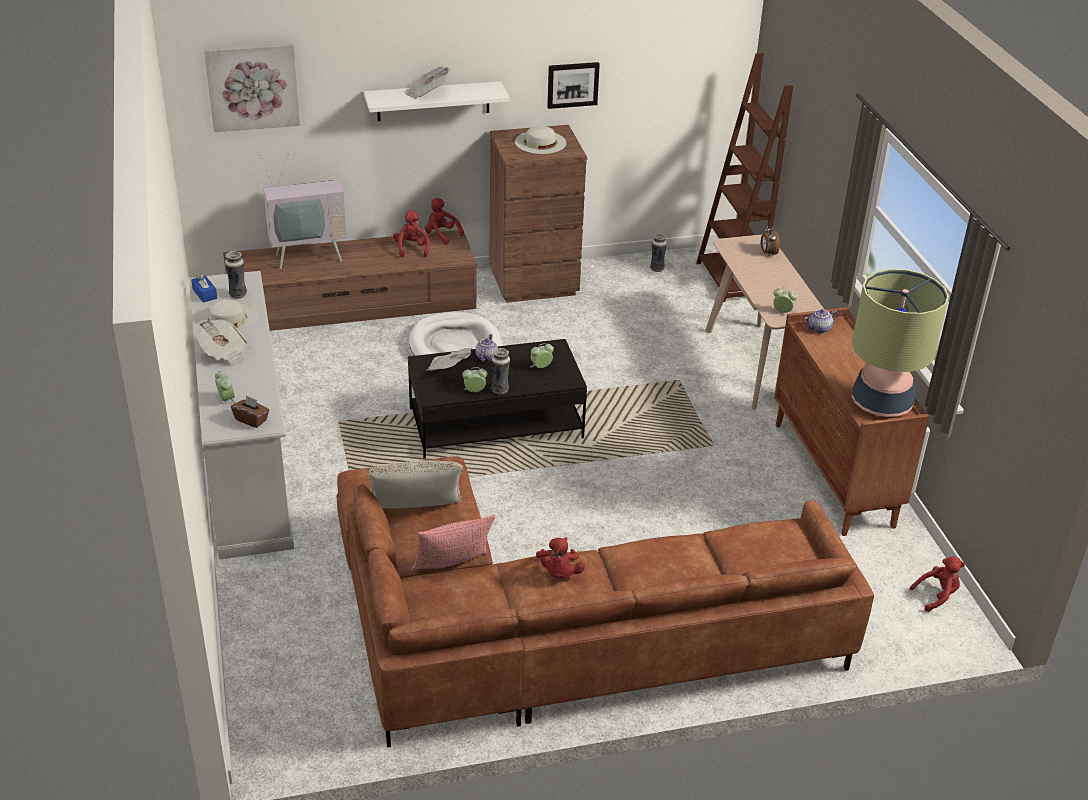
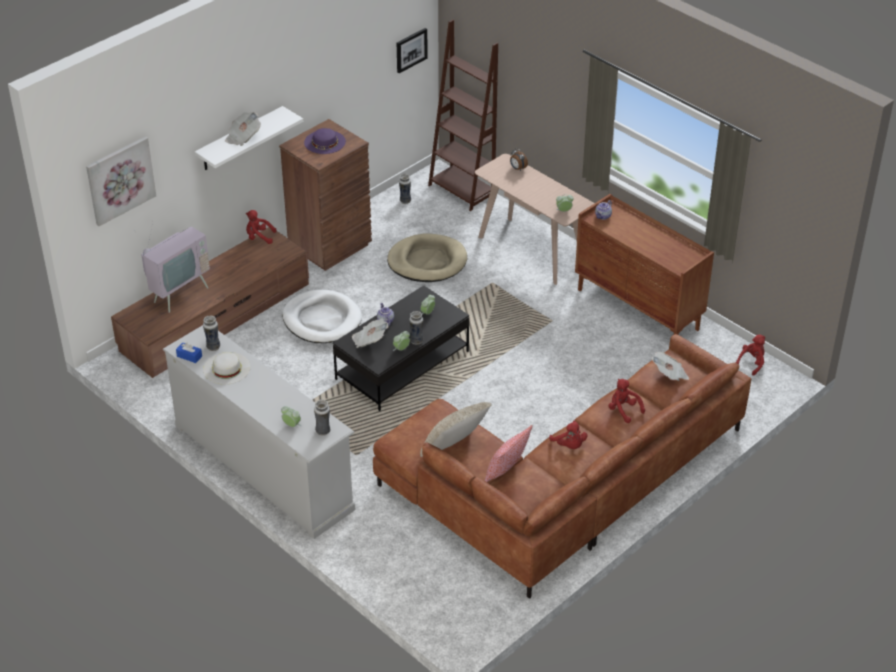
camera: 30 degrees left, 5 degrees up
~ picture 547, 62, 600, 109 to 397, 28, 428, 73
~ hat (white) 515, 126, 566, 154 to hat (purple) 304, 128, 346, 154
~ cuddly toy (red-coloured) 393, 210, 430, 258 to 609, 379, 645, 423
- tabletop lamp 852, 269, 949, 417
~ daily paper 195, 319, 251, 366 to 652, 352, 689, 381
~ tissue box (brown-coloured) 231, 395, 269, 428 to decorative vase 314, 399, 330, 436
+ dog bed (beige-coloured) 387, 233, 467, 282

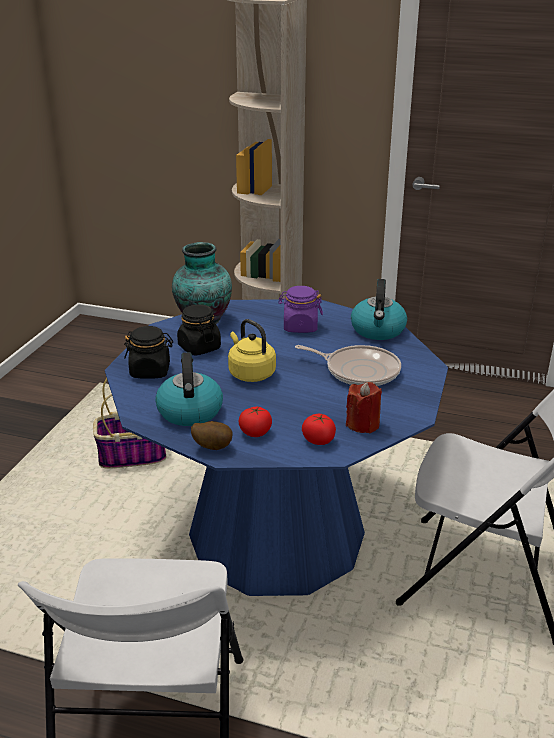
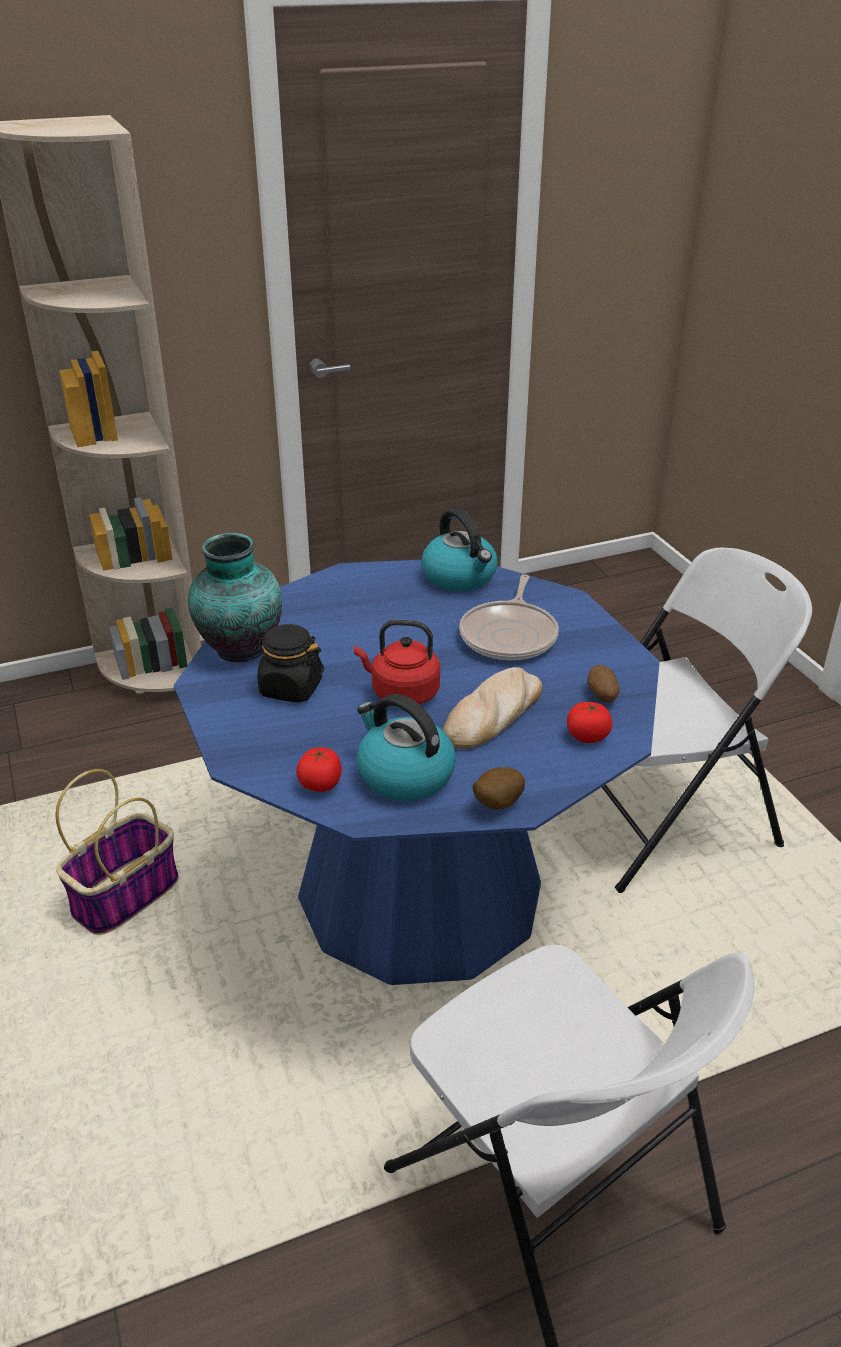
camera: 40 degrees left, 5 degrees up
- preserve jar (purple) 278, 286, 323, 333
~ tea kettle (yellowish) 228, 319, 276, 382 to tea kettle (red-coloured) 354, 620, 440, 704
- preserve jar (black) 124, 326, 173, 379
~ pan 295, 345, 401, 386 = 459, 574, 559, 661 120 degrees clockwise
~ candle (red-coloured) 346, 382, 382, 433 to whole potato 587, 665, 620, 703
~ tomato 239, 406, 272, 437 to 296, 747, 342, 792
+ bread 443, 667, 542, 749

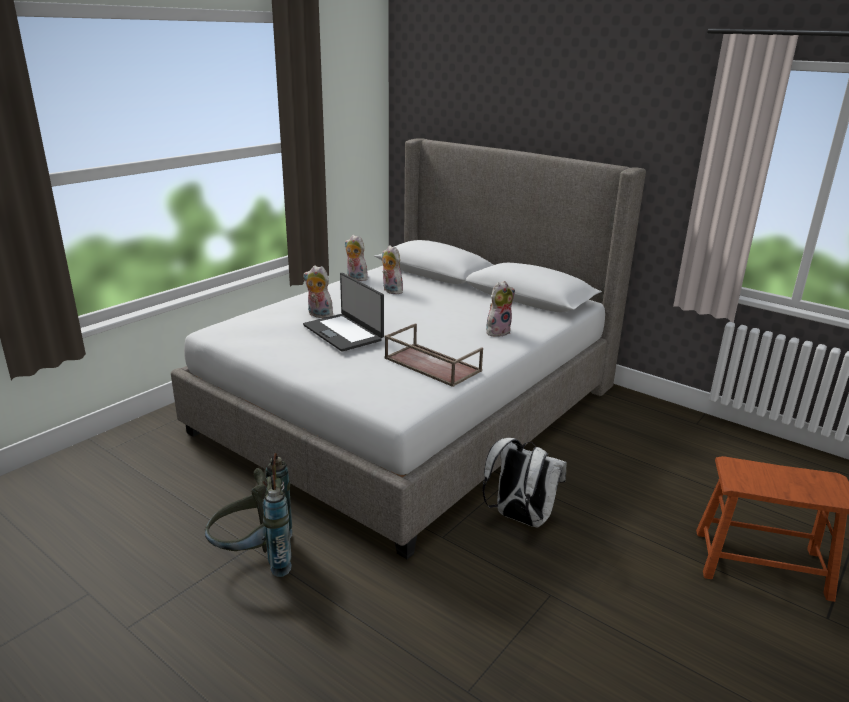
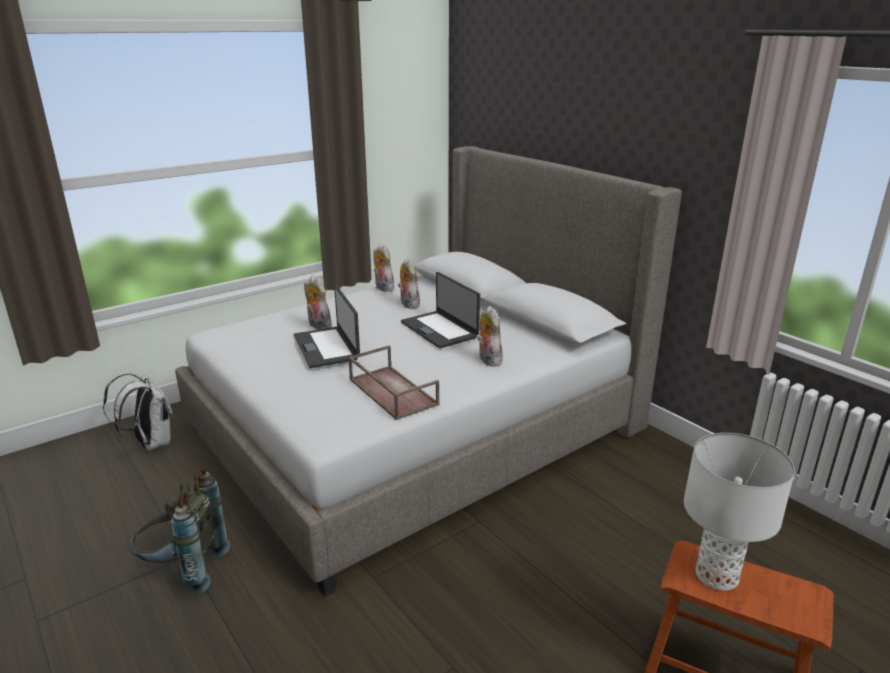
camera: 15 degrees right, 0 degrees up
~ cuddly toy 486, 281, 515, 337 = 477, 306, 503, 366 90 degrees counterclockwise
~ backpack (white) 482, 438, 567, 527 to 103, 372, 172, 450
+ laptop 401, 272, 480, 348
+ tabletop lamp (white) 684, 433, 795, 591

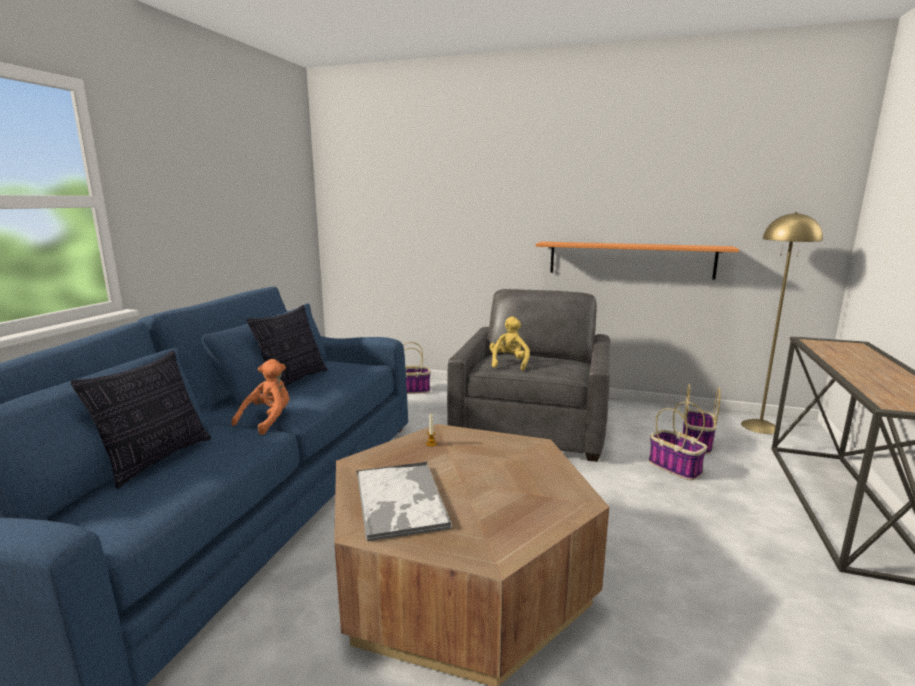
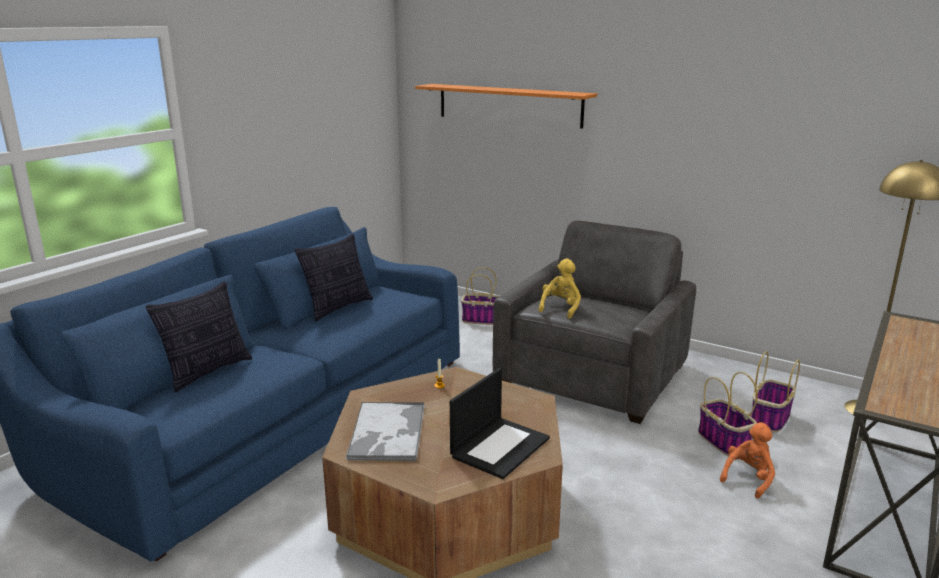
camera: 15 degrees right, 5 degrees up
~ bracket shelf (orangey) 536, 242, 739, 280 to 415, 84, 597, 129
~ cuddly toy (orangey) 232, 359, 289, 435 to 720, 422, 775, 499
+ laptop 450, 368, 550, 479

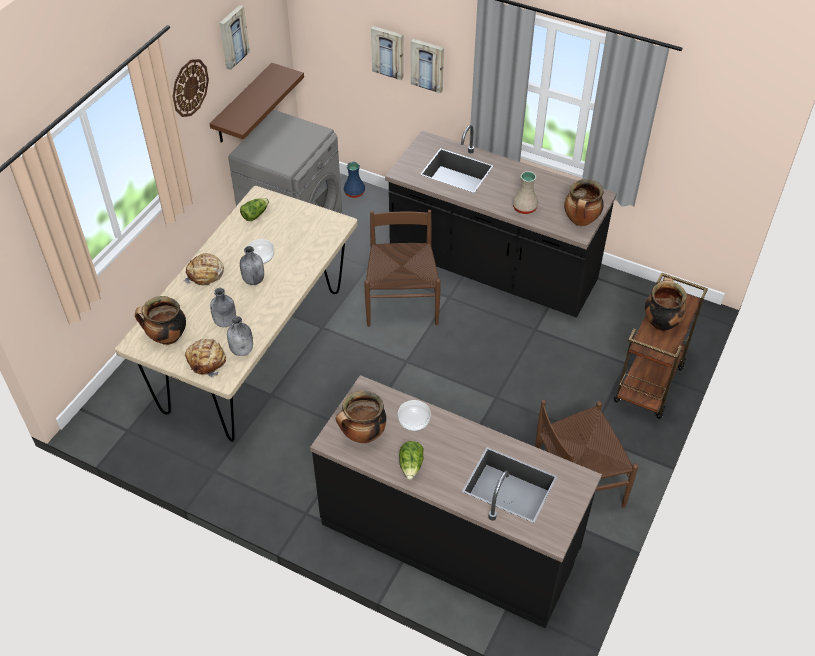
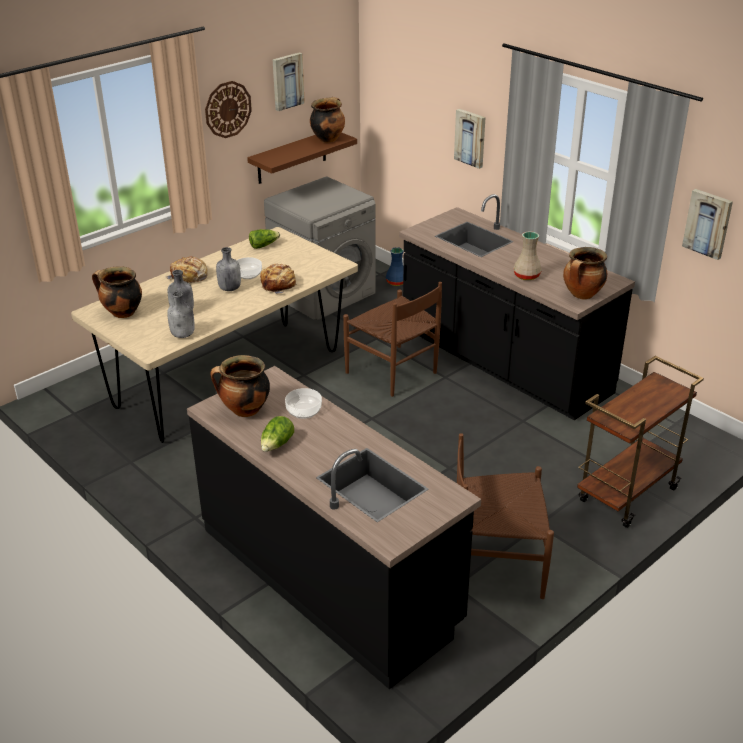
camera: 20 degrees right, 15 degrees down
~ picture 371, 26, 404, 80 to 682, 189, 733, 260
~ plain chair (brown-coloured) 364, 210, 441, 327 = 343, 282, 442, 397 120 degrees clockwise
~ saucepot 645, 277, 687, 331 to 310, 97, 345, 143
~ bread 185, 339, 227, 378 to 260, 264, 296, 294

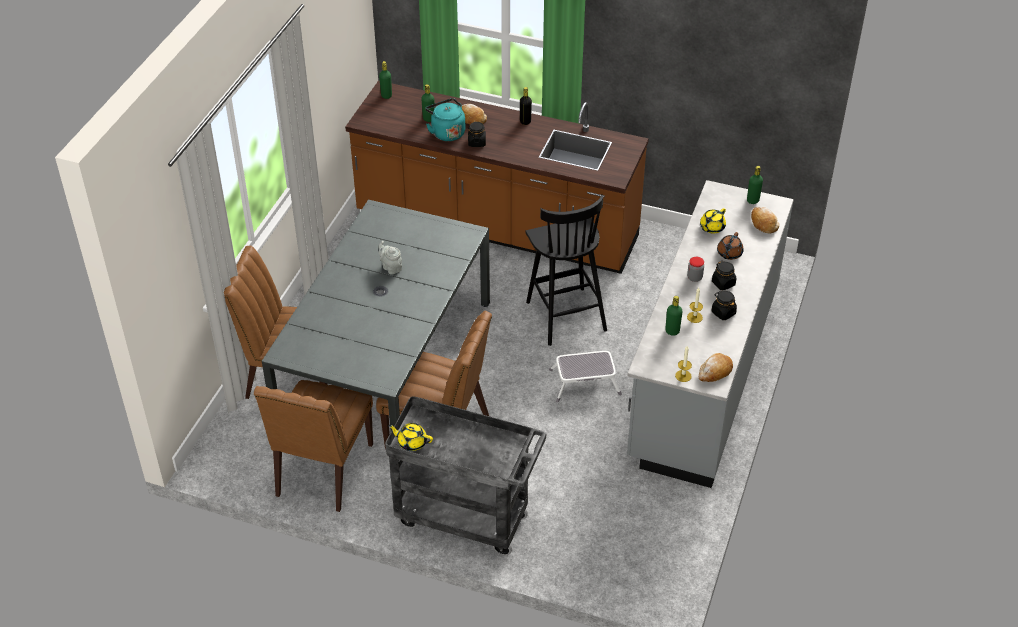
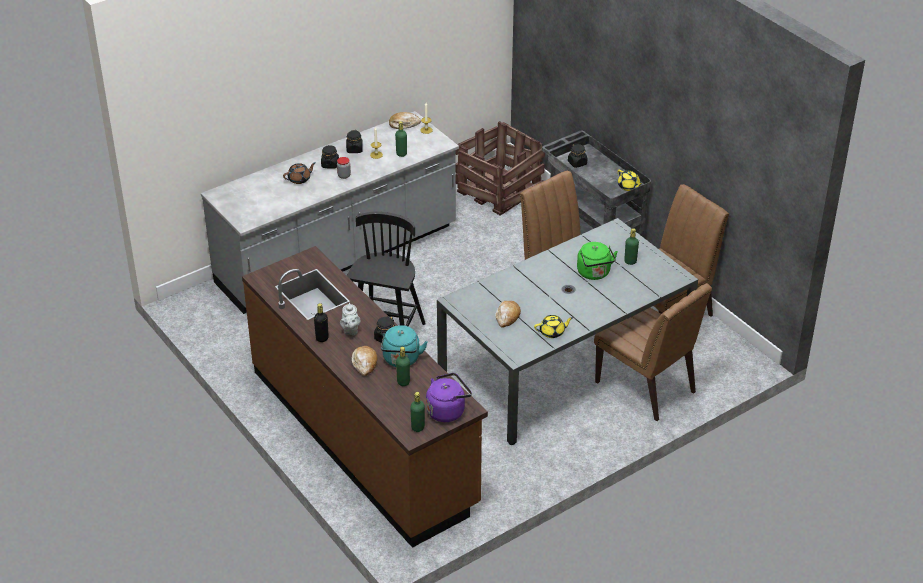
camera: 145 degrees left, 5 degrees down
~ bottle (green) 747, 166, 763, 204 to 624, 228, 639, 265
~ bread 751, 207, 780, 233 to 495, 301, 521, 328
~ pot for tea (yellowish) 700, 208, 726, 234 to 534, 315, 573, 338
~ pot for tea (grey) 378, 241, 402, 275 to 340, 303, 361, 335
- step ladder (grey) 549, 351, 622, 402
+ packing crate 456, 121, 545, 216
+ preserve jar (black) 568, 144, 587, 168
+ tea kettle (green) 577, 242, 618, 280
+ tea kettle (purple) 426, 373, 472, 422

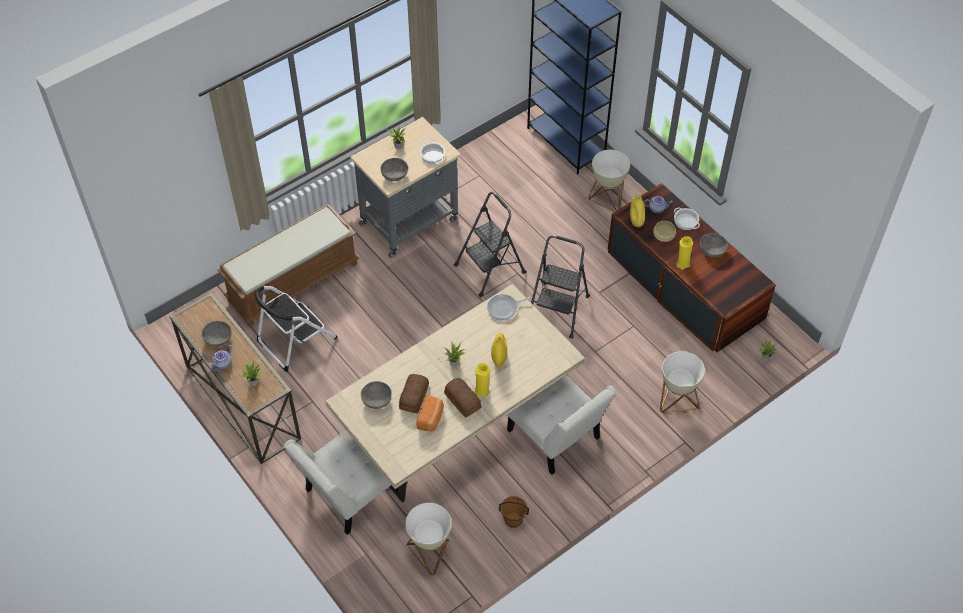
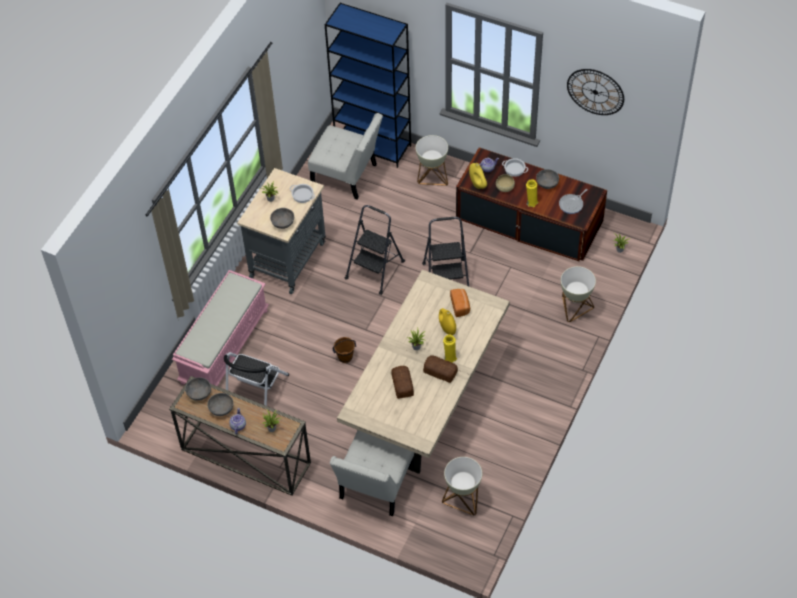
camera: 25 degrees left, 0 degrees up
~ long seat (brown-coloured) 218, 204, 359, 327 to long seat (pinkish) 172, 270, 269, 386
~ pan 487, 294, 532, 320 to 559, 189, 588, 214
~ plain chair (white) 507, 375, 617, 475 to 308, 113, 383, 200
~ deep dish (grey) 361, 381, 392, 409 to 185, 377, 211, 401
~ bread 416, 395, 444, 431 to 450, 289, 470, 317
~ water bucket (brown-coloured) 499, 496, 529, 528 to 333, 337, 356, 363
+ wall clock 567, 69, 624, 115

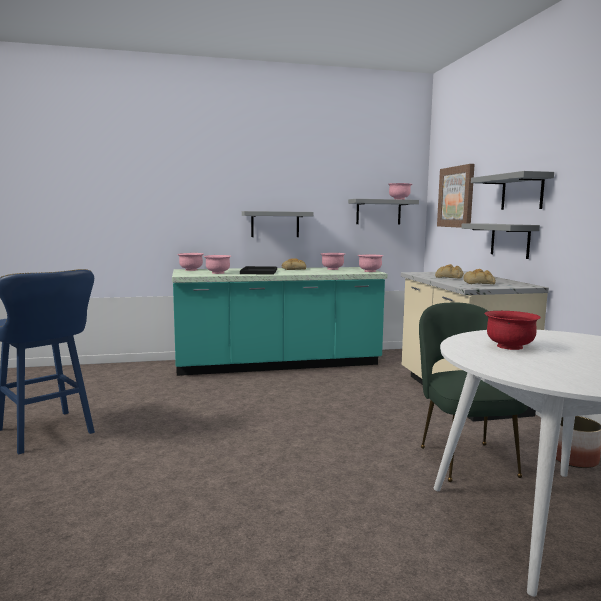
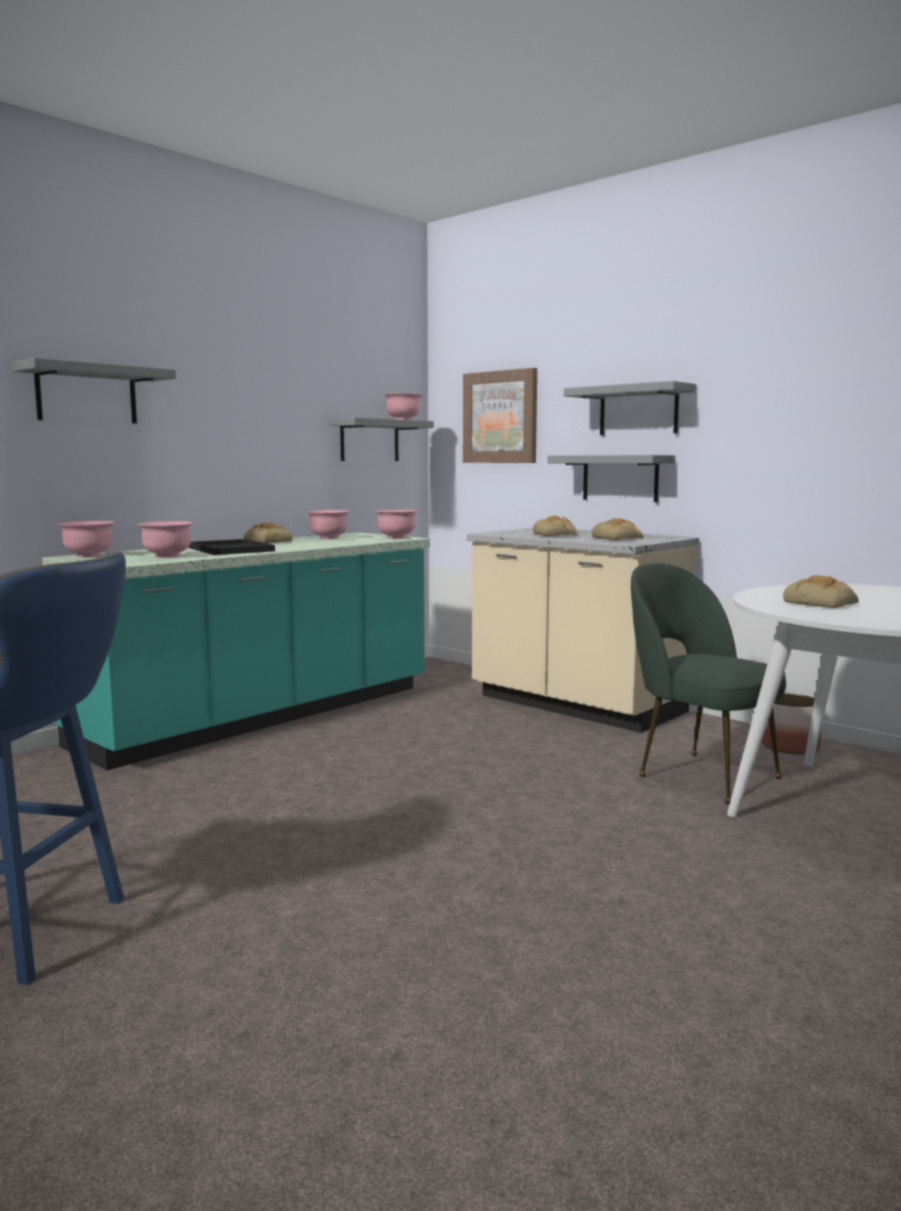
camera: 35 degrees left, 0 degrees up
~ bracket shelf (grey) 242, 211, 314, 237 to 12, 358, 176, 423
~ deep dish (red-coloured) 484, 311, 541, 350 to bread 783, 575, 859, 608

